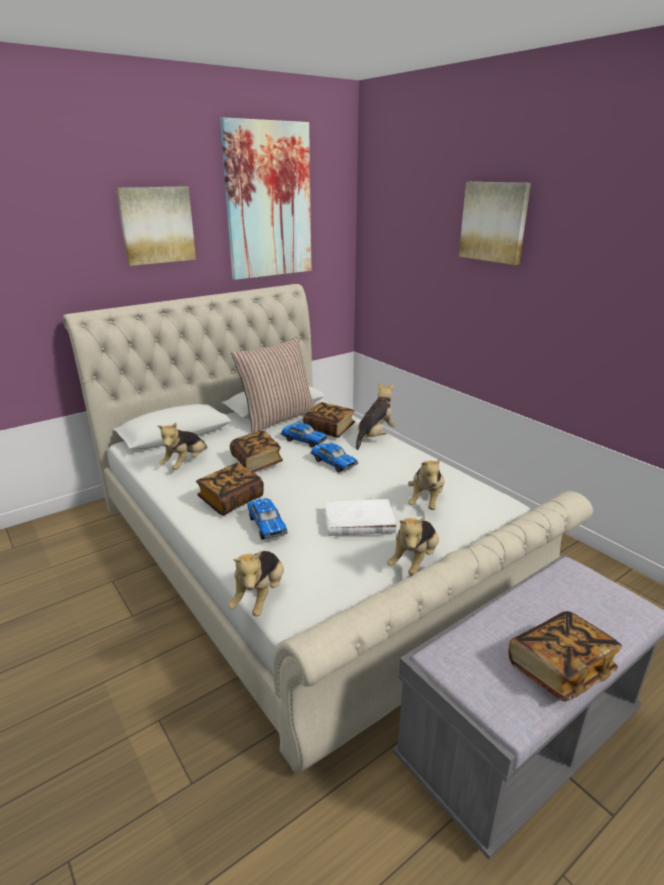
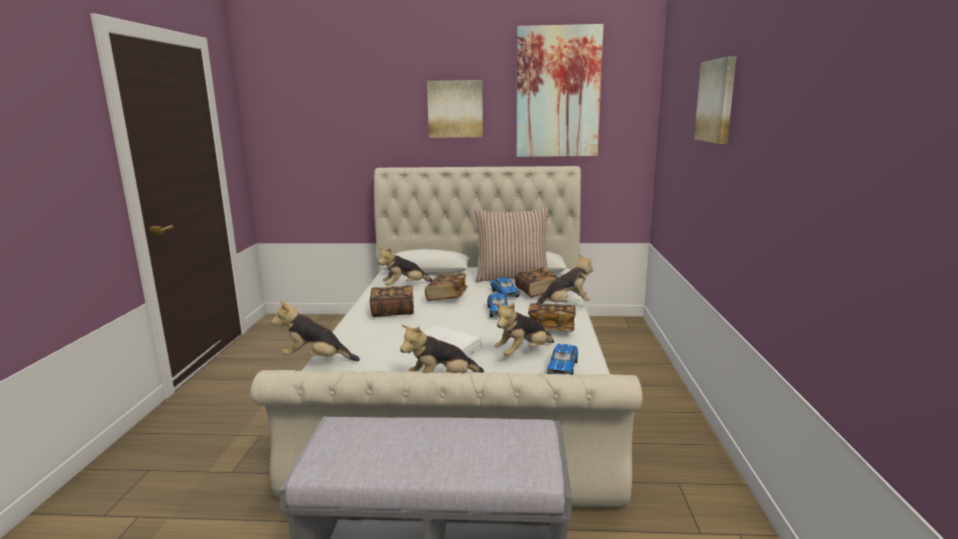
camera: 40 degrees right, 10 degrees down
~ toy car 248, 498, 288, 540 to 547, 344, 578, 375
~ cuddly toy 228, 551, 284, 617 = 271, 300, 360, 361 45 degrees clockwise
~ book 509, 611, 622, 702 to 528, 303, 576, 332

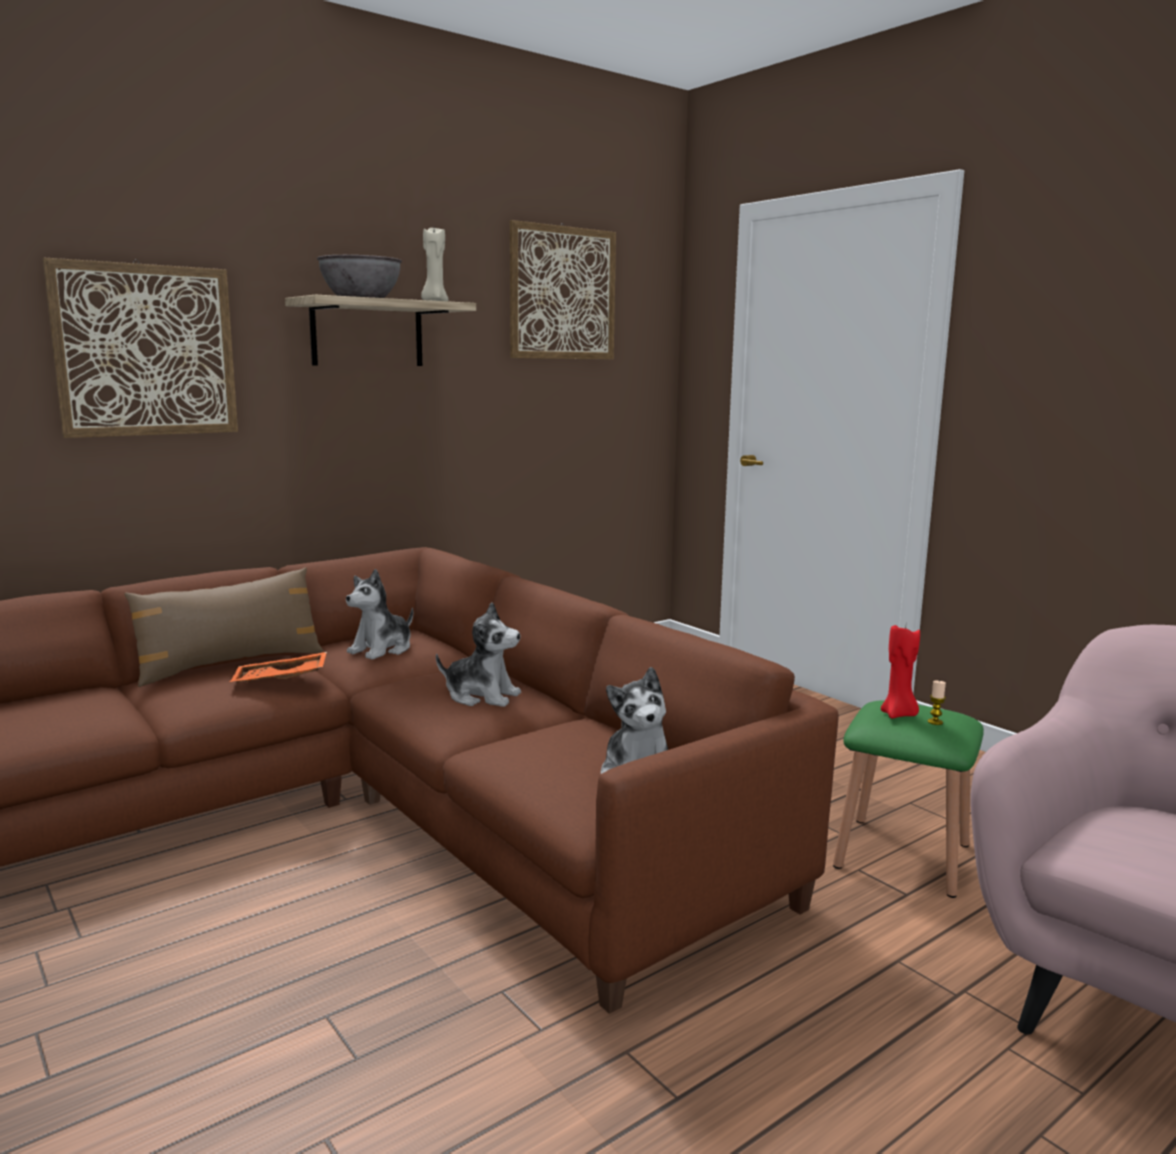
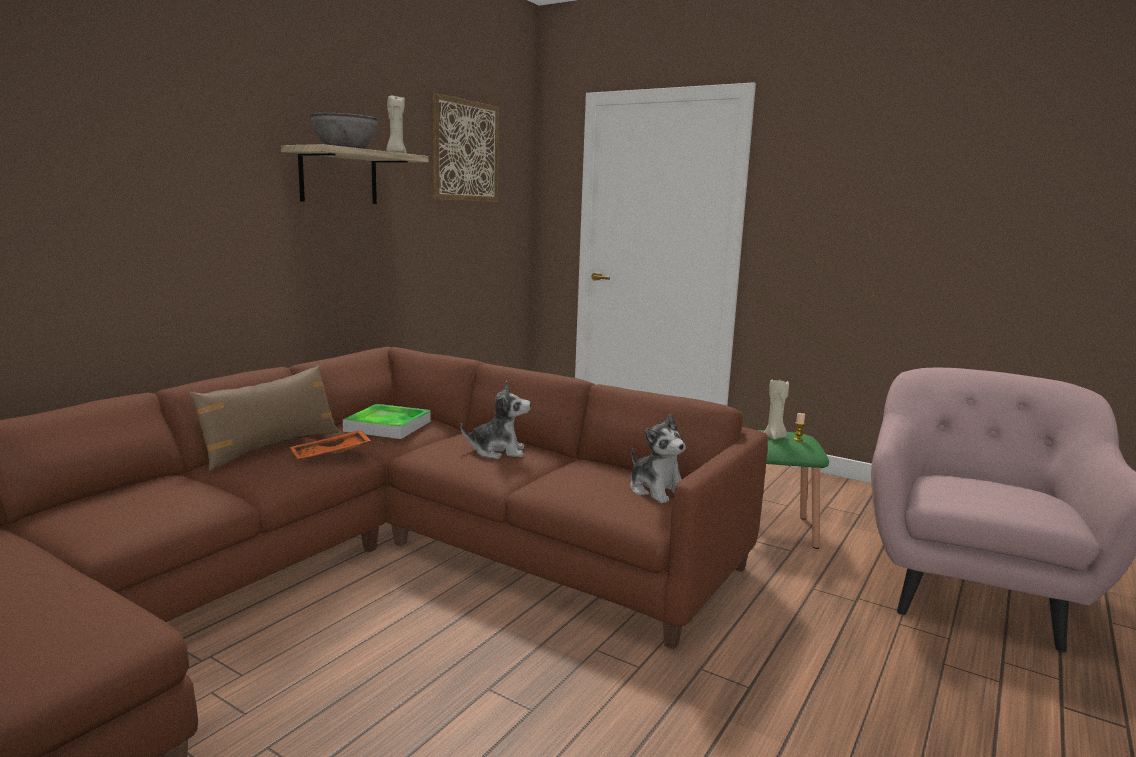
camera: 20 degrees left, 0 degrees up
- picture 43, 258, 238, 438
~ cuddly toy 346, 569, 413, 660 to serving tray 343, 404, 430, 439
~ candle (red-coloured) 881, 625, 920, 718 to candle (beige-coloured) 764, 380, 789, 440

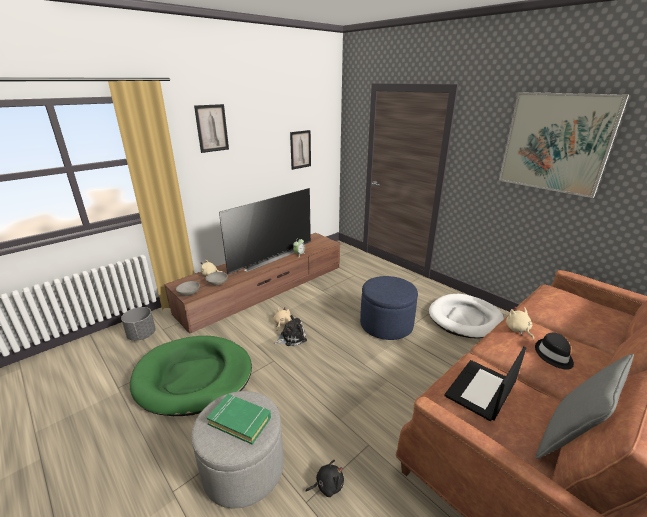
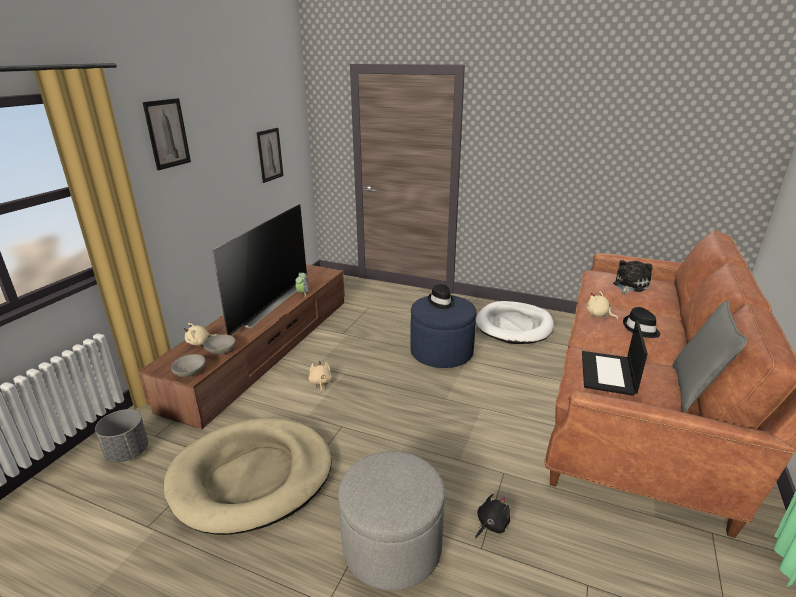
camera: 25 degrees left, 0 degrees up
- picture 499, 92, 629, 198
~ cuddly toy 273, 315, 307, 346 to 613, 260, 653, 294
~ dog bed (green) 130, 336, 252, 416 to dog bed (beige-coloured) 164, 418, 332, 535
- book (green) 207, 394, 271, 445
+ hat (black) 428, 284, 455, 309

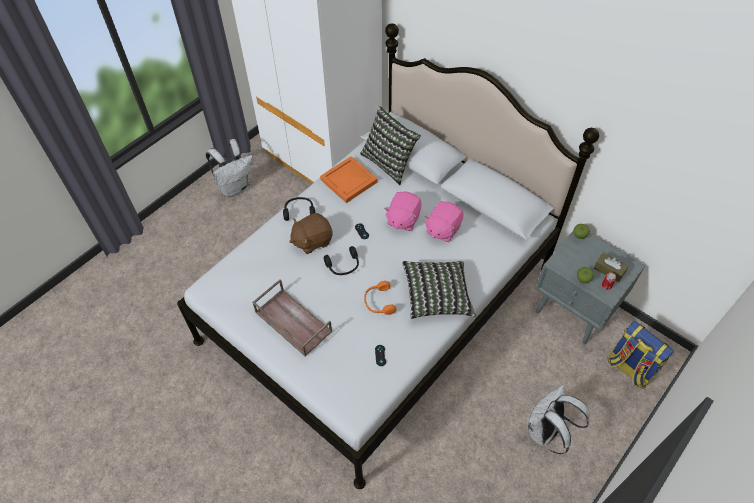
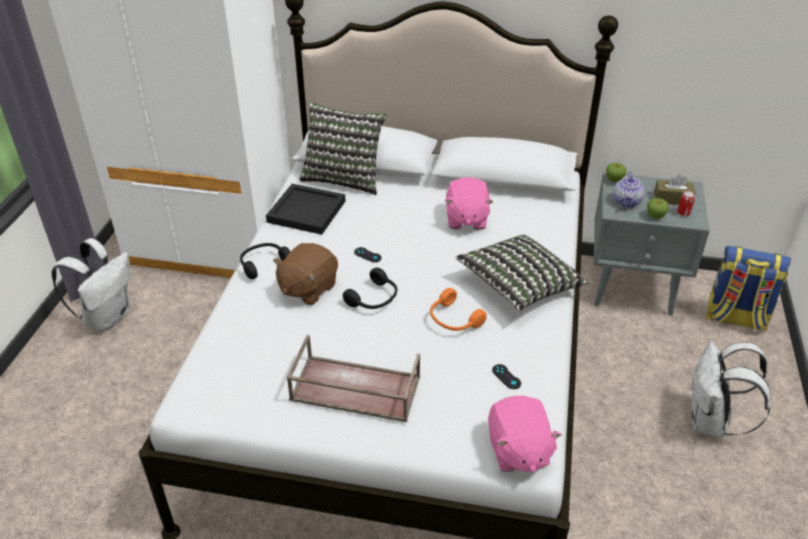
camera: 30 degrees left, 15 degrees down
~ serving tray (orangey) 320, 156, 378, 203 to serving tray (black) 266, 184, 345, 235
~ cuddly toy (pinkish) 384, 191, 422, 231 to 488, 396, 562, 473
+ pot for tea 613, 172, 644, 208

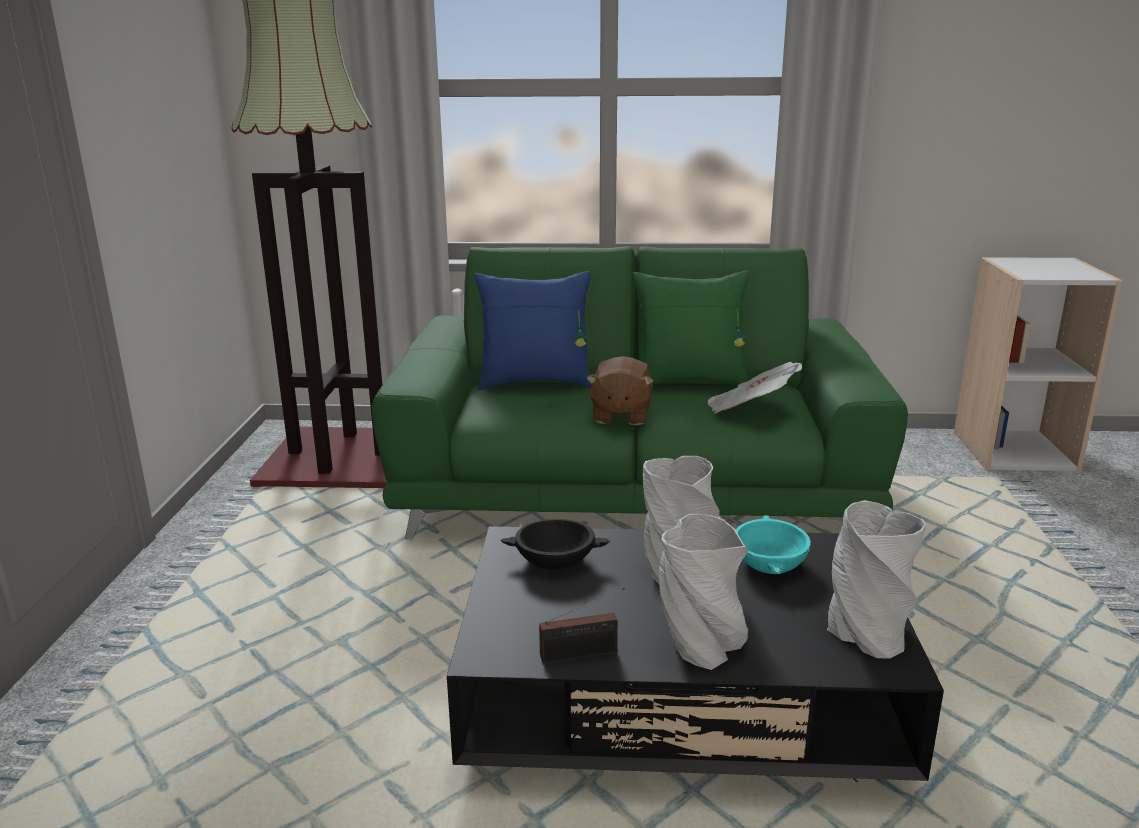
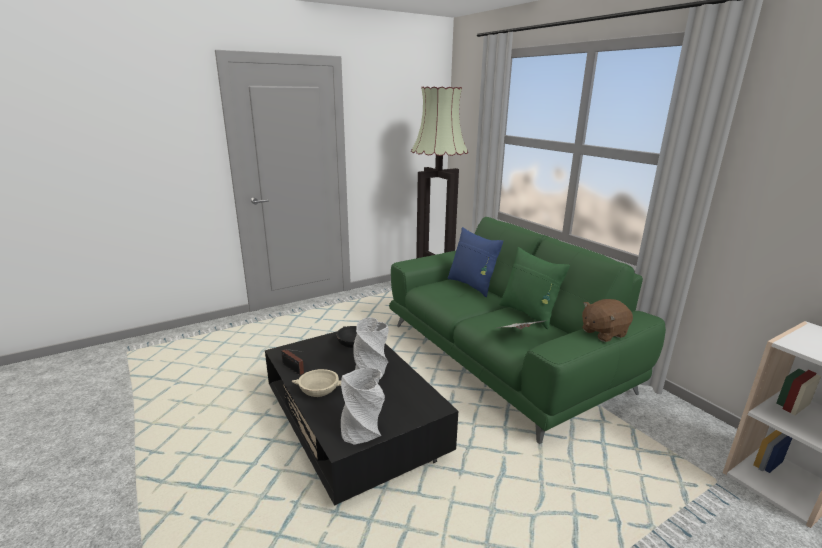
camera: 55 degrees right, 0 degrees up
~ cuddly toy (brown-coloured) 586, 356, 654, 425 to 582, 299, 633, 342
~ decorative vase (grey) 659, 514, 748, 670 to deep dish (beige-coloured) 292, 369, 341, 397
- deep dish (turquoise-coloured) 736, 515, 811, 574

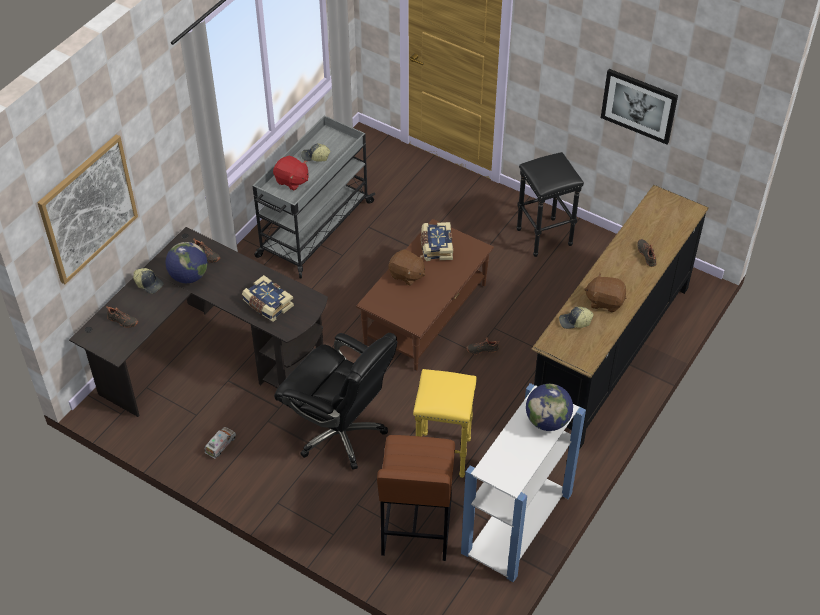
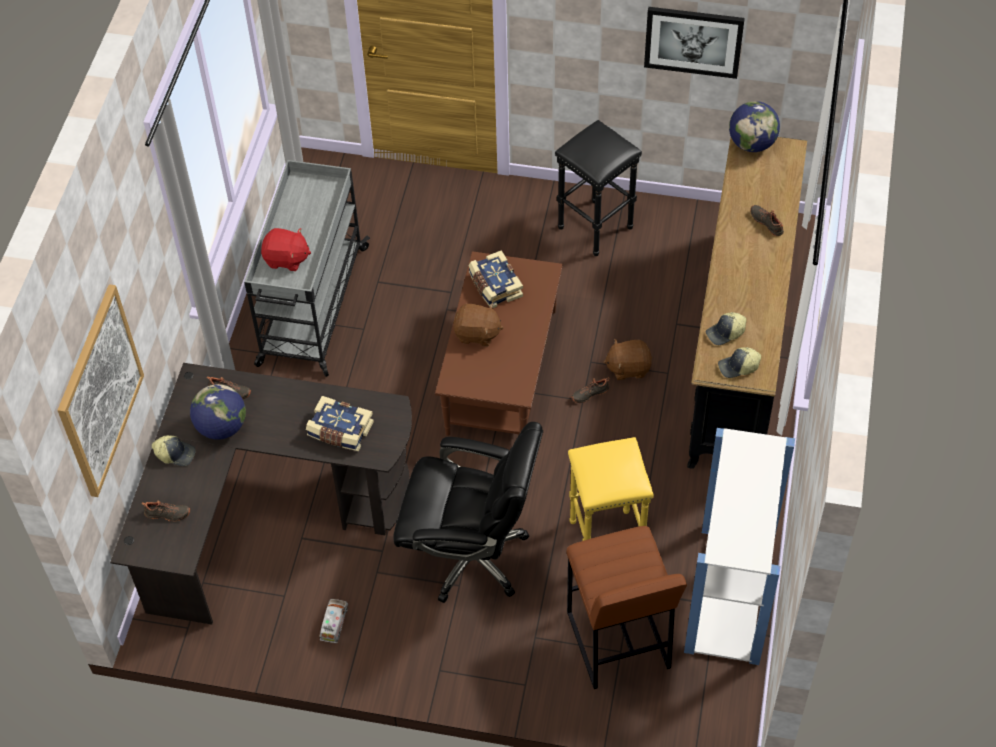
camera: 20 degrees left, 5 degrees up
~ peaked cap 301, 143, 331, 162 to 718, 347, 761, 378
~ cuddly toy (brown-coloured) 584, 273, 626, 312 to 604, 339, 652, 380
~ world globe 526, 384, 573, 431 to 729, 101, 780, 152

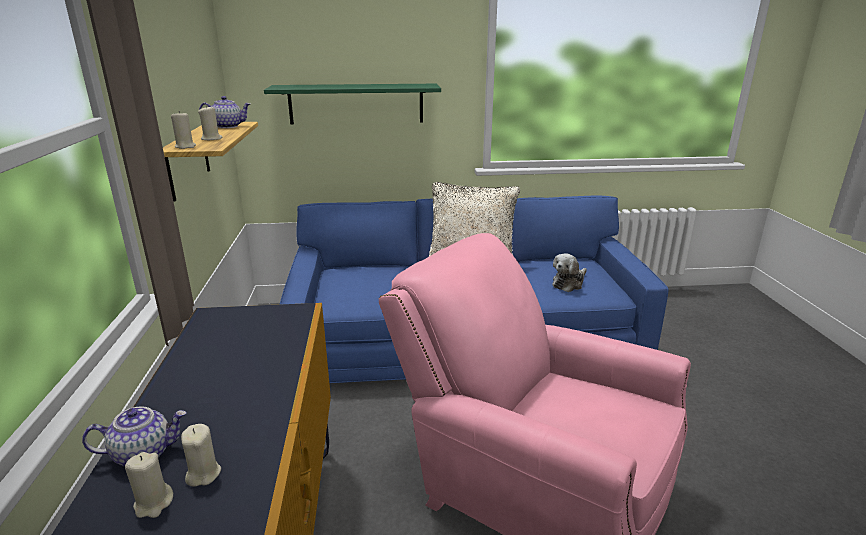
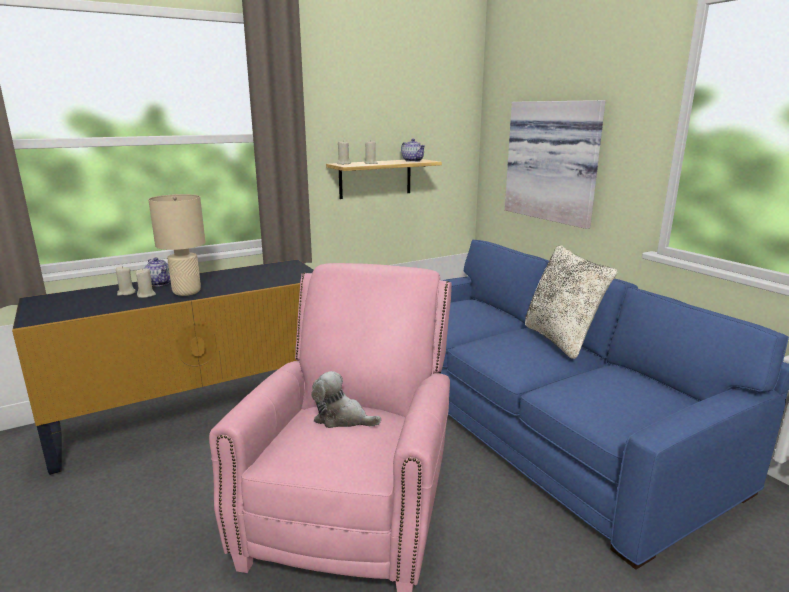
camera: 65 degrees right, 5 degrees down
~ bracket shelf (green) 264, 84, 441, 125 to picture 505, 100, 605, 229
~ cuddly toy 552, 253, 587, 292 to 311, 371, 381, 428
+ tabletop lamp (beige-coloured) 148, 194, 206, 296

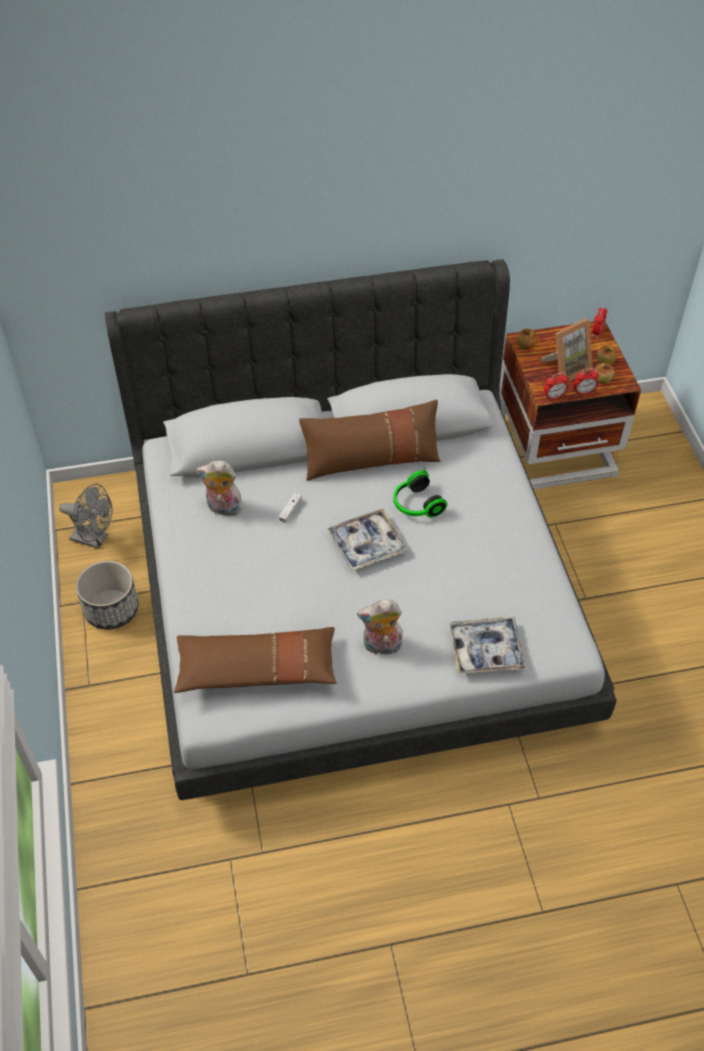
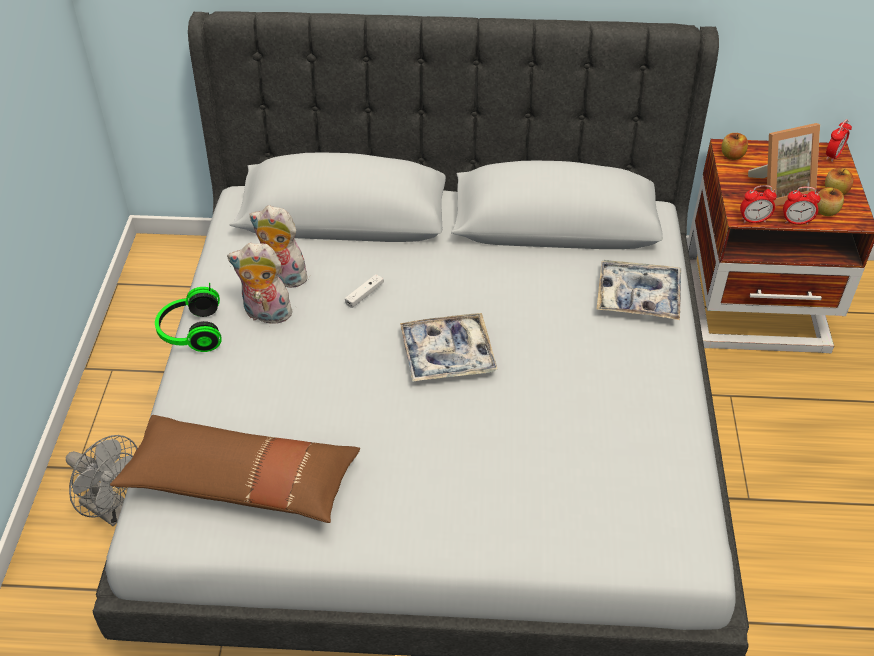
camera: 15 degrees right, 5 degrees down
- pillow (brown-coloured) 299, 400, 440, 481
~ pair of headphones 393, 468, 447, 517 to 155, 282, 222, 352
~ electric fan (grey) 59, 484, 113, 549 to 66, 435, 138, 526
- plant pot 76, 561, 138, 630
~ cuddly toy 357, 599, 403, 655 to 227, 243, 295, 324
~ serving tray 449, 617, 525, 674 to 597, 260, 681, 320

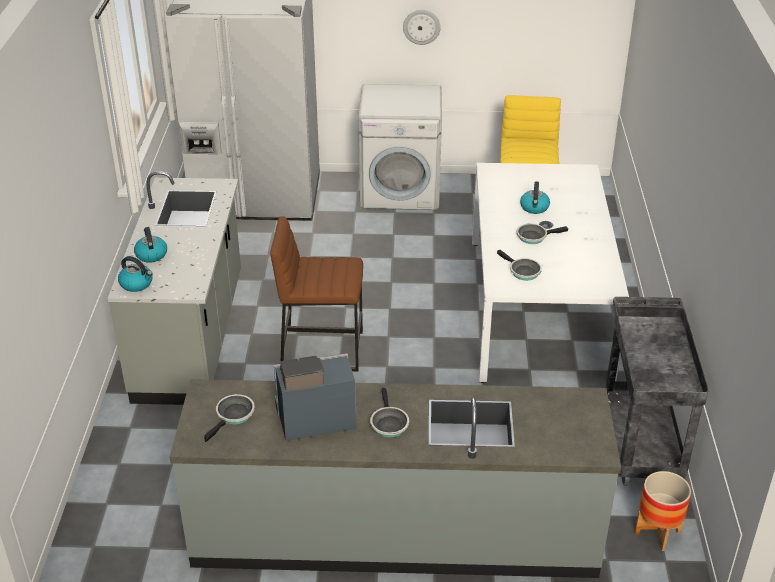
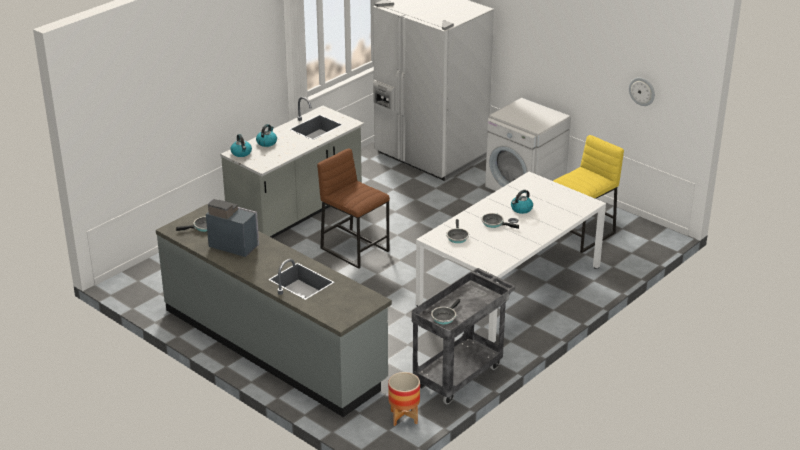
camera: 40 degrees right, 5 degrees down
~ wall clock 403, 10, 441, 45 to 629, 77, 655, 106
~ pan 370, 388, 409, 438 to 431, 298, 461, 324

